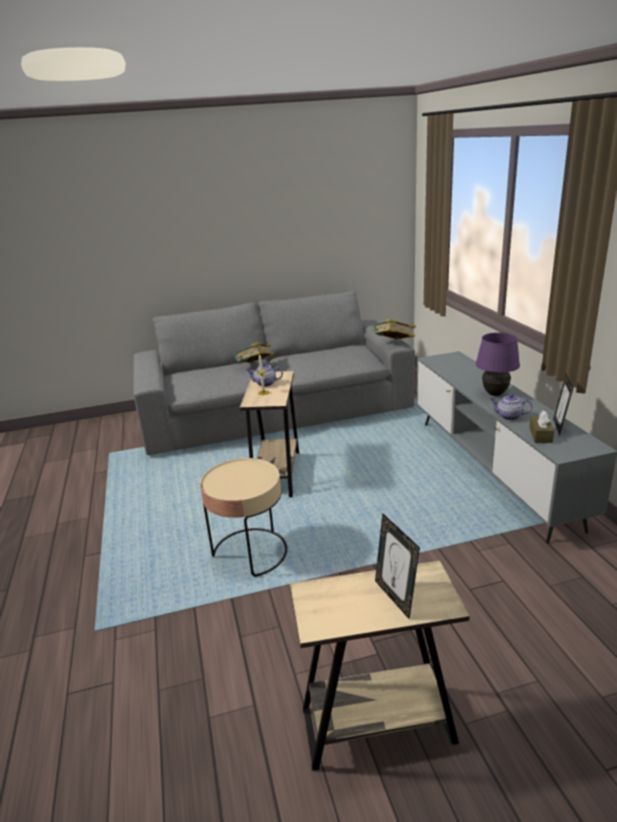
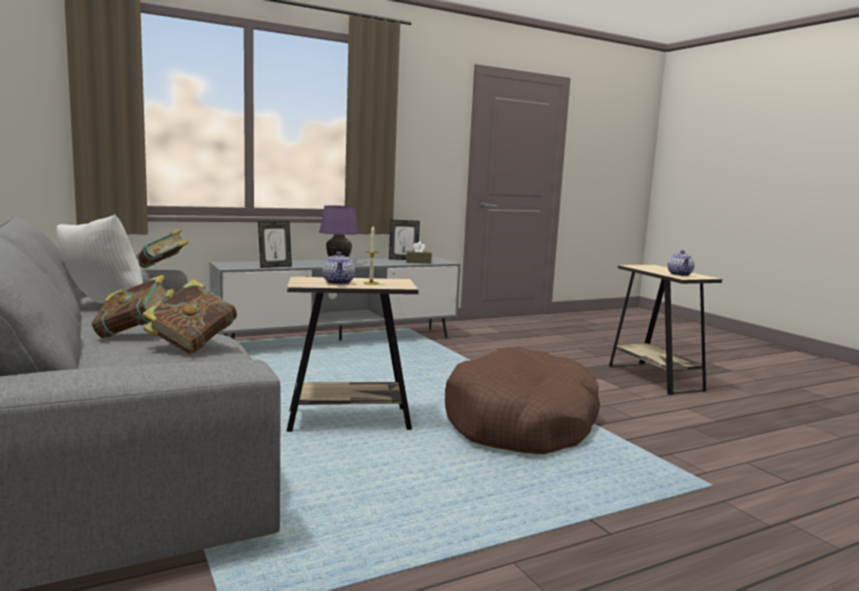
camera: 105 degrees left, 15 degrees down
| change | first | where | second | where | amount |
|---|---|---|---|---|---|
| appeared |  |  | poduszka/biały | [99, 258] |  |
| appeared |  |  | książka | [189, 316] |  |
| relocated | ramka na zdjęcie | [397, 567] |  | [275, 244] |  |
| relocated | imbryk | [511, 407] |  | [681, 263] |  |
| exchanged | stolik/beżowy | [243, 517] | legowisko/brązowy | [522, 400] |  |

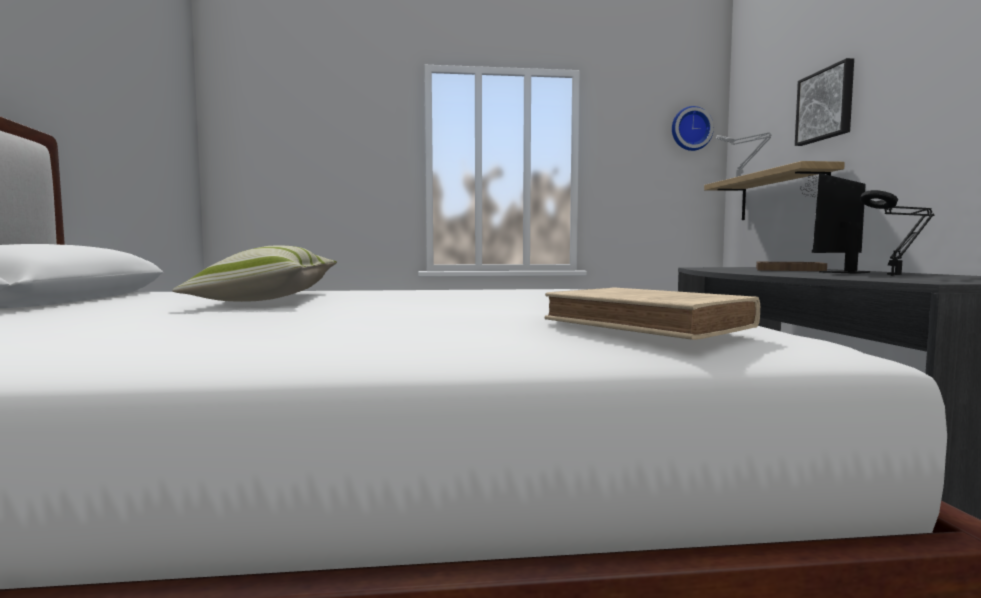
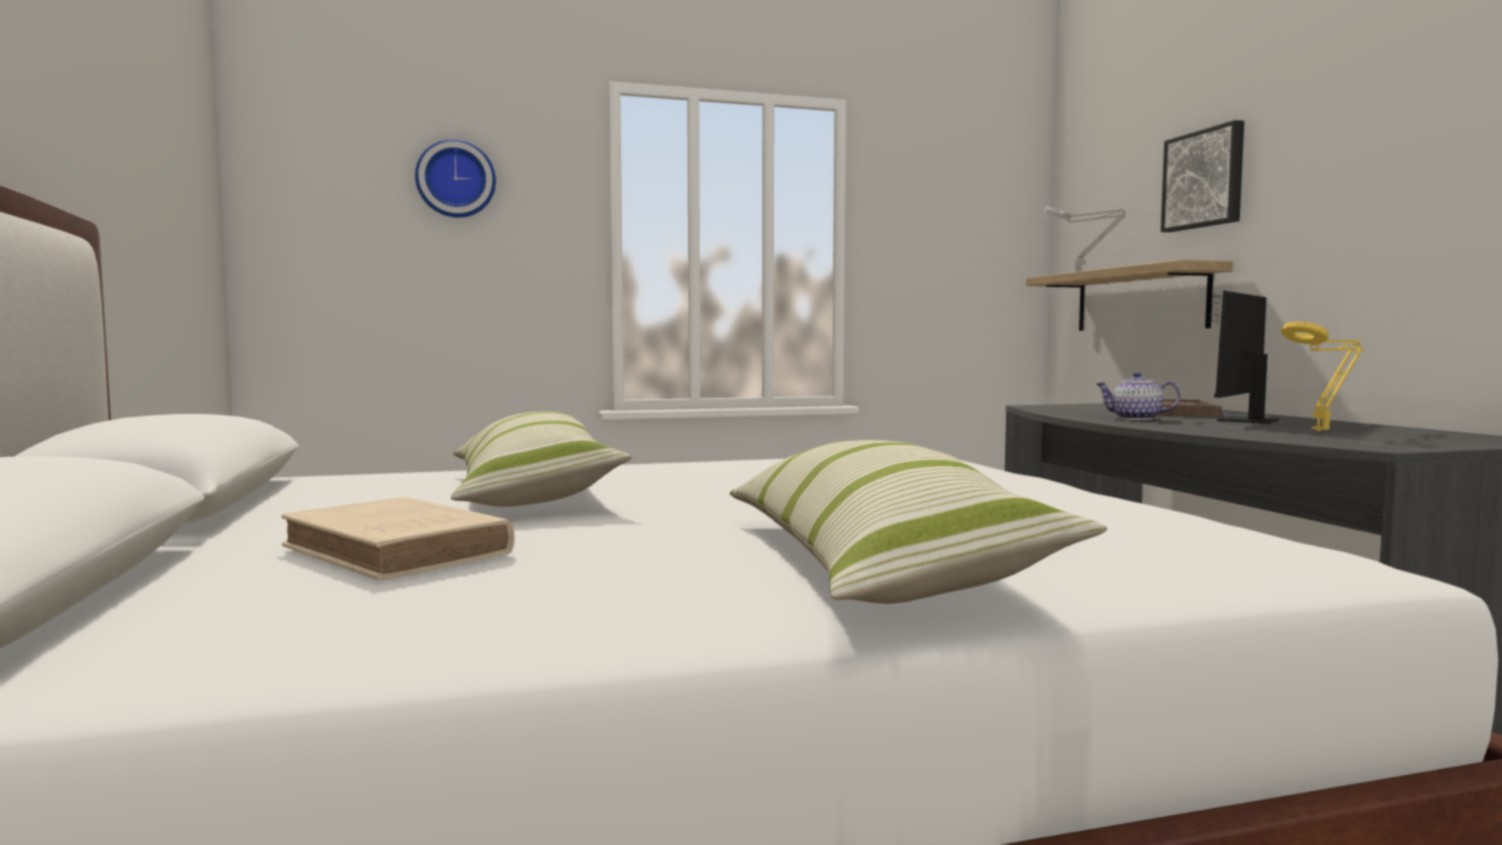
camera: 10 degrees left, 0 degrees up
| change | first | where | second | where | amount |
|---|---|---|---|---|---|
| appeared |  |  | poduszka | [918, 522] |  |
| appeared |  |  | imbryk | [1138, 396] |  |
| relocated | książka/beżowy | [652, 313] |  | [397, 538] |  |
| relocated | zegar ścienny | [693, 128] |  | [455, 178] |  |
| colour | lampa stołowa/czarny | [897, 233] | lampa stołowa/żółty | [1322, 376] |  |

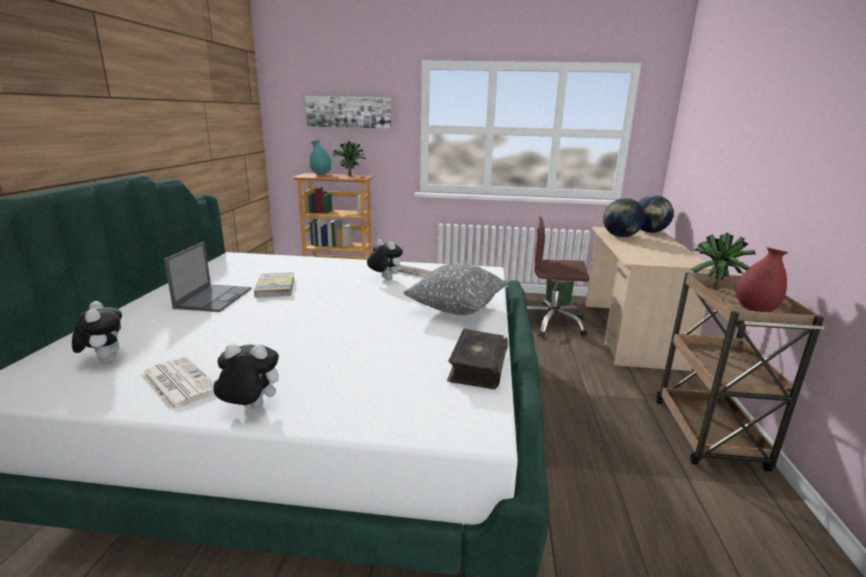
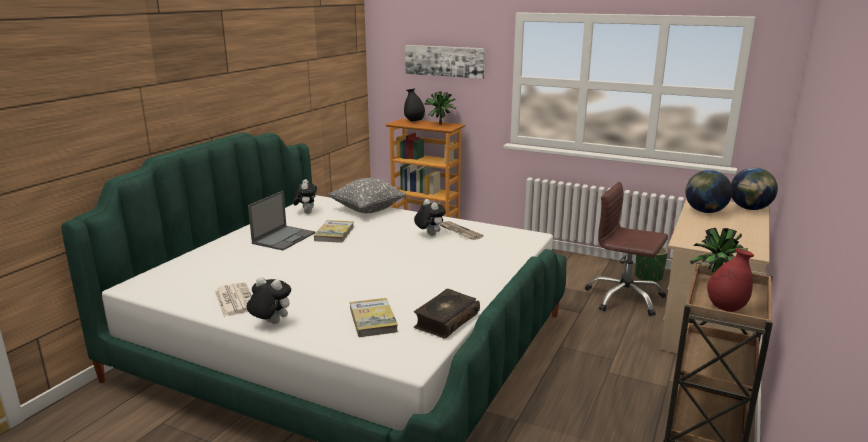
camera: 20 degrees right, 0 degrees up
| change | first | where | second | where | amount |
|---|---|---|---|---|---|
| appeared |  |  | książka | [374, 317] |  |
| relocated | pluszak | [97, 332] |  | [305, 196] |  |
| relocated | poduszka/szary | [455, 289] |  | [367, 195] |  |
| colour | wazon/turkusowy | [320, 157] | wazon/czarny | [414, 105] |  |

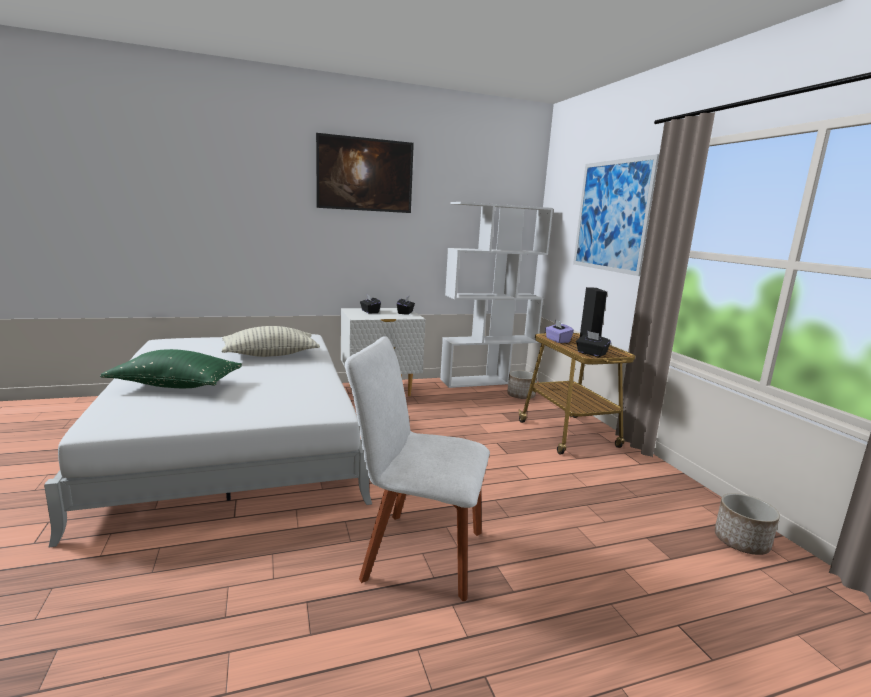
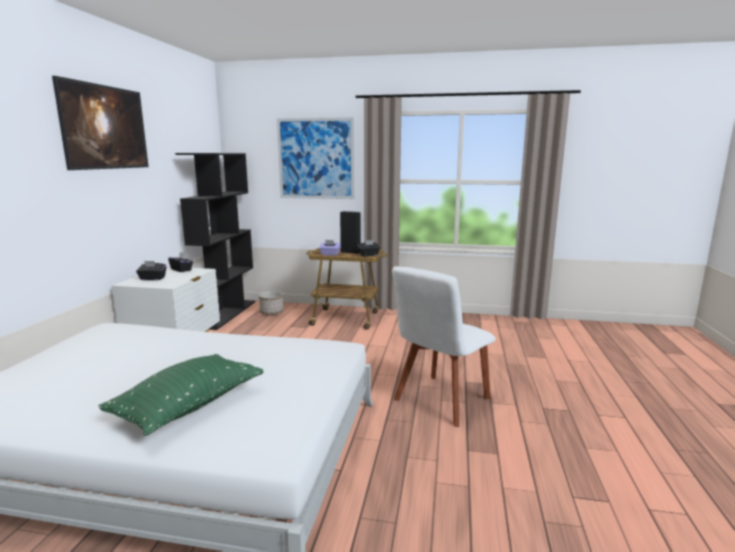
camera: 60 degrees left, 0 degrees up
| change | first | where | second | where | amount |
|---|---|---|---|---|---|
| missing | poduszka | [270, 341] |  |  |  |
| missing | donica | [747, 524] |  |  |  |
| colour | regał/biały | [496, 295] | regał/czarny | [215, 241] |  |

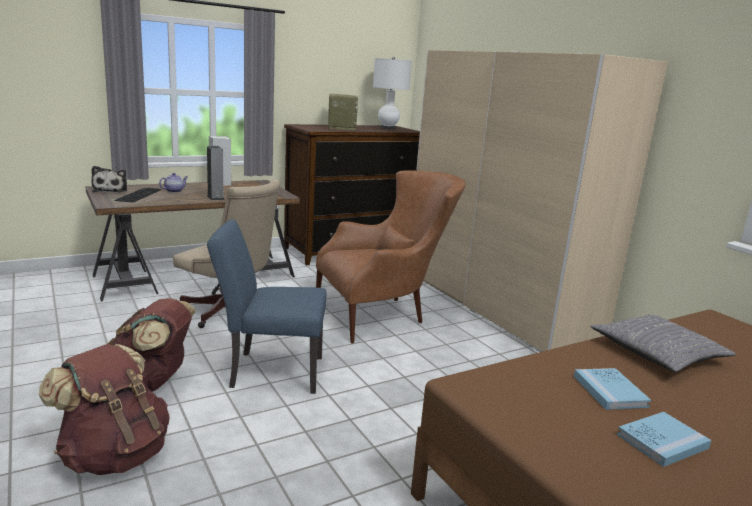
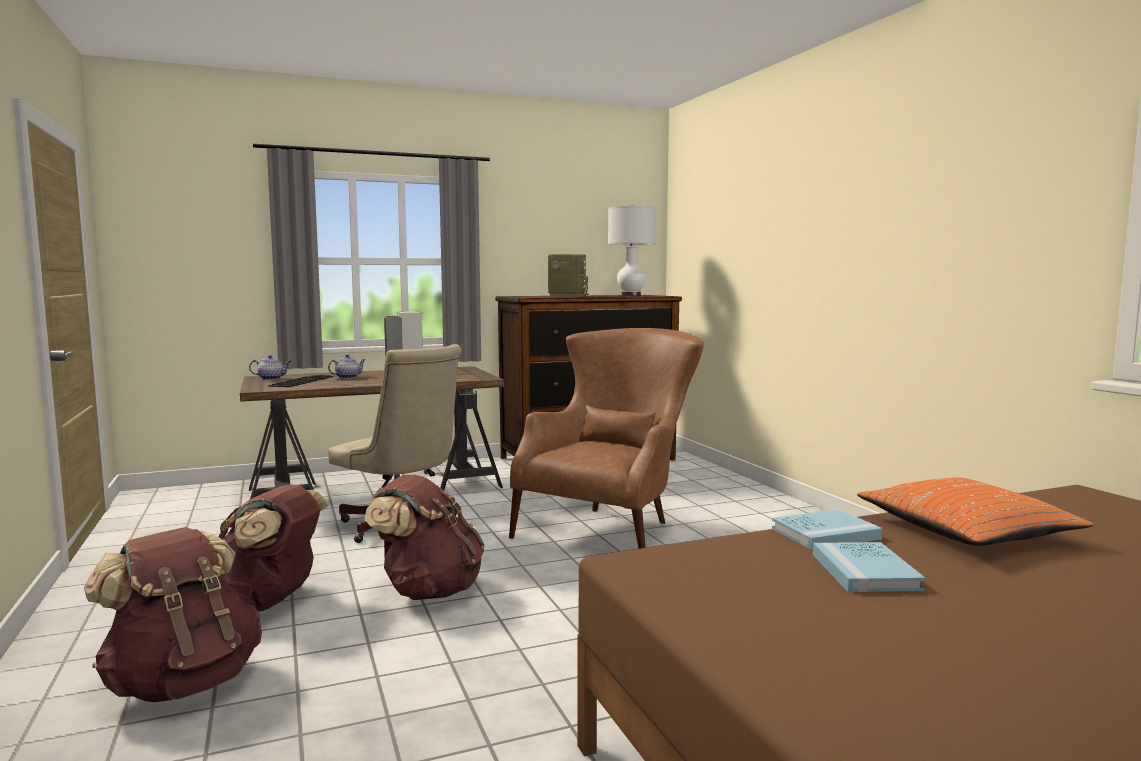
camera: 10 degrees right, 10 degrees down
| change | first | where | second | where | amount |
|---|---|---|---|---|---|
| missing | szafa/beżowy | [542, 201] |  |  |  |
| relocated | książka/niebieski | [664, 439] |  | [827, 530] |  |
| exchanged | pluszak | [109, 179] | imbryk | [270, 367] |  |
| exchanged | krzesło/niebieski | [266, 307] | plecak/brązowy | [425, 537] |  |
| colour | poduszka/szary | [663, 343] | poduszka/pomarańczowy | [975, 511] |  |
| spun | fotel/brązowy | [391, 257] |  | [606, 438] | 45 degrees counterclockwise |

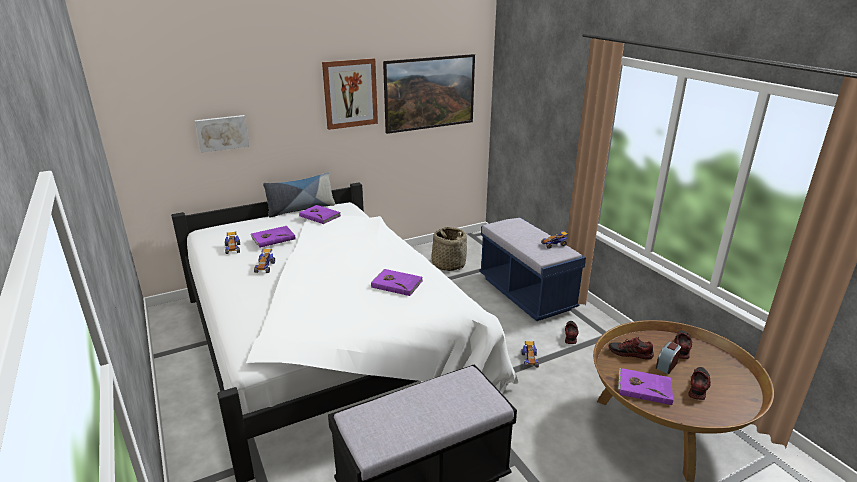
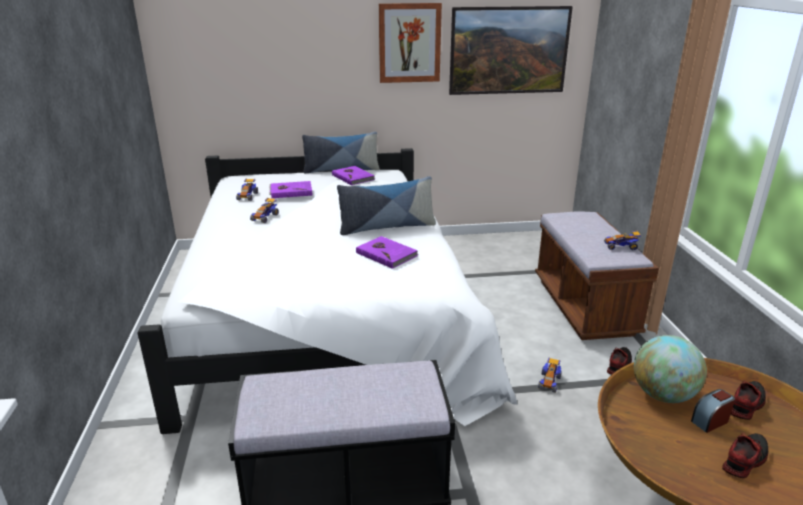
camera: 20 degrees right, 0 degrees up
| change | first | where | second | where | amount |
|---|---|---|---|---|---|
| missing | obraz | [222, 134] |  |  |  |
| missing | koszyk | [449, 249] |  |  |  |
| missing | książka/fioletowy | [645, 386] |  |  |  |
| appeared |  |  | poduszka | [386, 205] |  |
| exchanged | but | [631, 348] | globus | [670, 369] |  |
| colour | ławka/niebieski | [532, 269] | ławka/brązowy | [597, 275] |  |

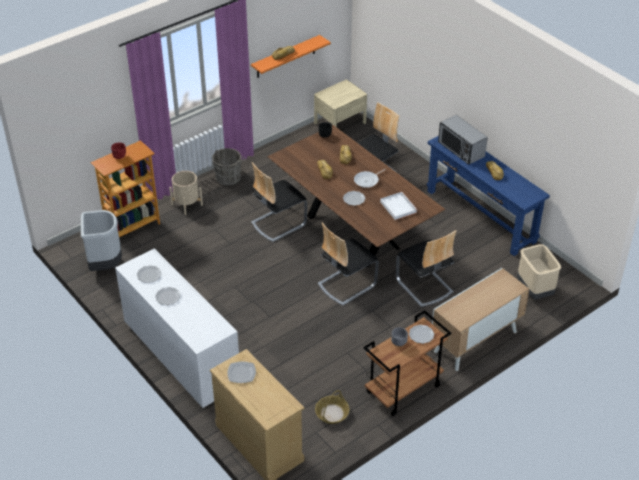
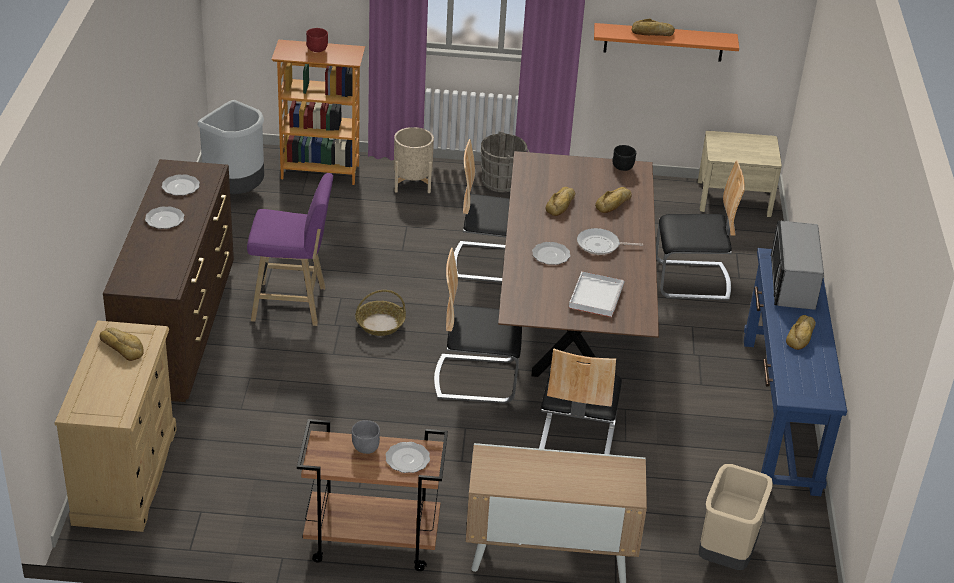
camera: 40 degrees right, 5 degrees down
| change | first | where | second | where | amount |
|---|---|---|---|---|---|
| appeared |  |  | stołek/fioletowy | [290, 249] |  |
| relocated | koszyk | [332, 407] |  | [380, 313] |  |
| exchanged | talerz | [241, 372] | chleb | [122, 344] |  |
| colour | komoda/biały | [177, 328] | komoda/brązowy | [168, 280] |  |

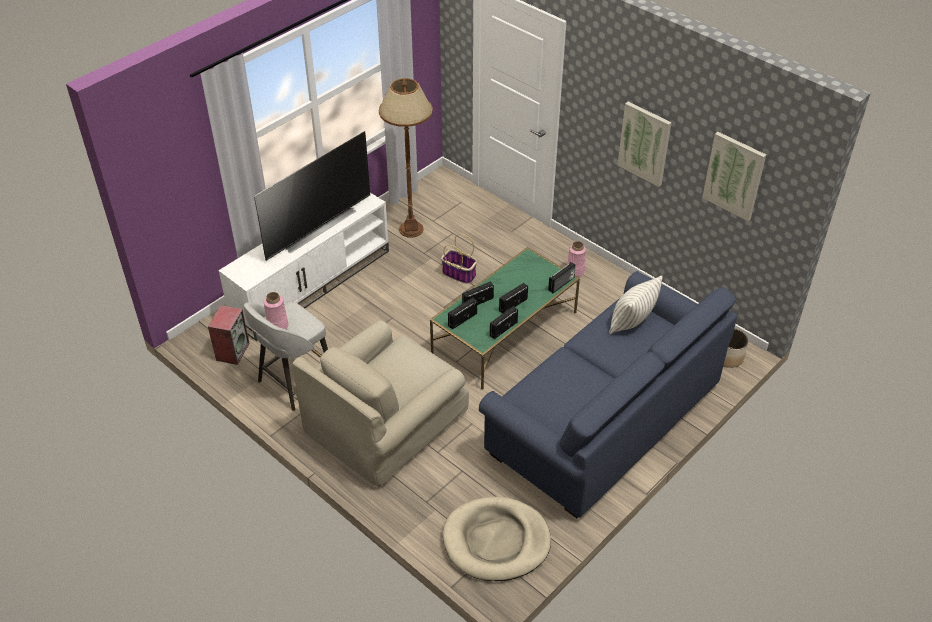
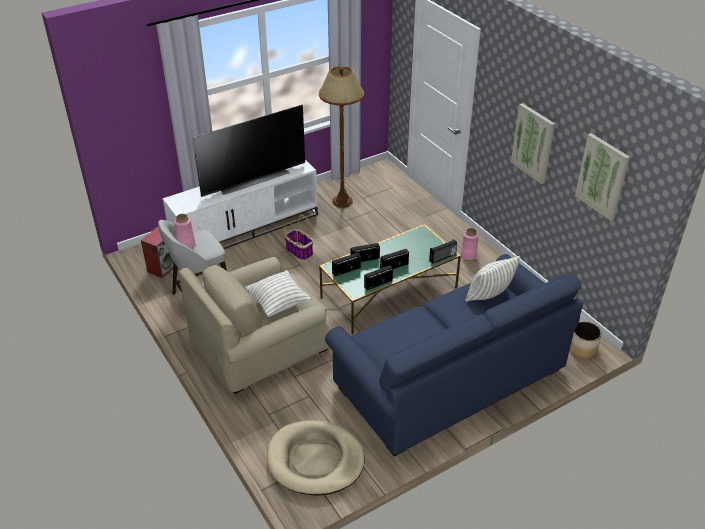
camera: 15 degrees right, 5 degrees down
| change | first | where | second | where | amount |
|---|---|---|---|---|---|
| appeared |  |  | poduszka | [278, 293] |  |
| relocated | koszyk | [459, 259] |  | [298, 238] |  |

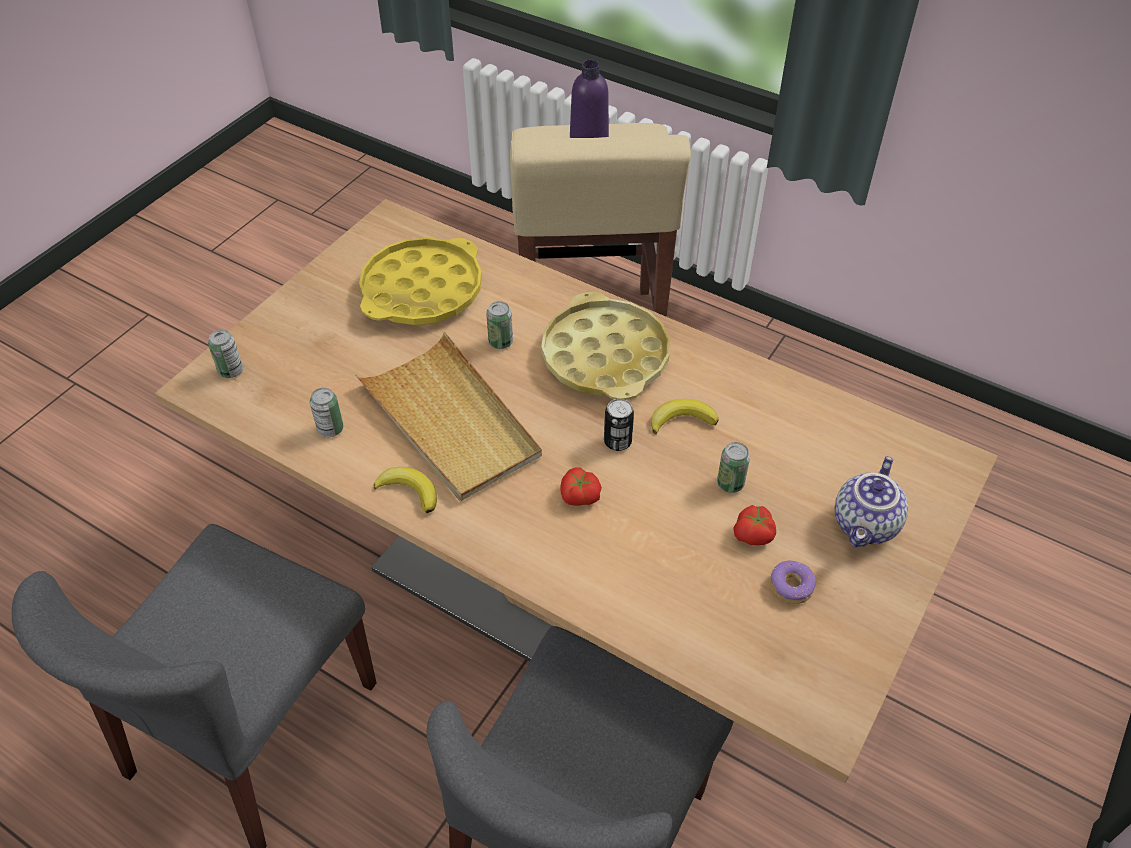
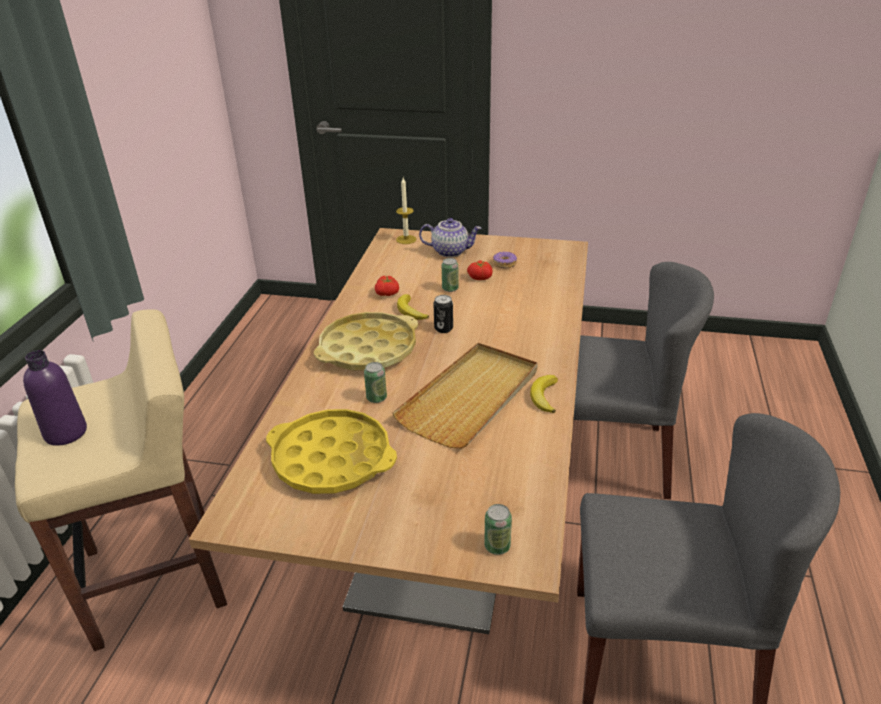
camera: 110 degrees left, 15 degrees down
| change | first | where | second | where | amount |
|---|---|---|---|---|---|
| missing | puszka | [326, 412] |  |  |  |
| appeared |  |  | świeca | [406, 211] |  |
| relocated | pomidor | [581, 486] |  | [387, 286] |  |

